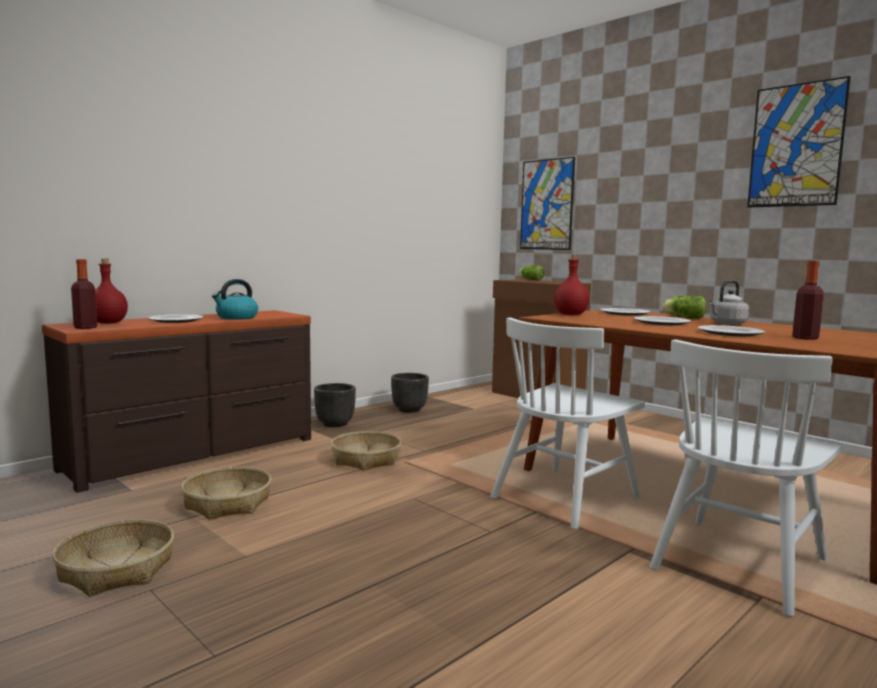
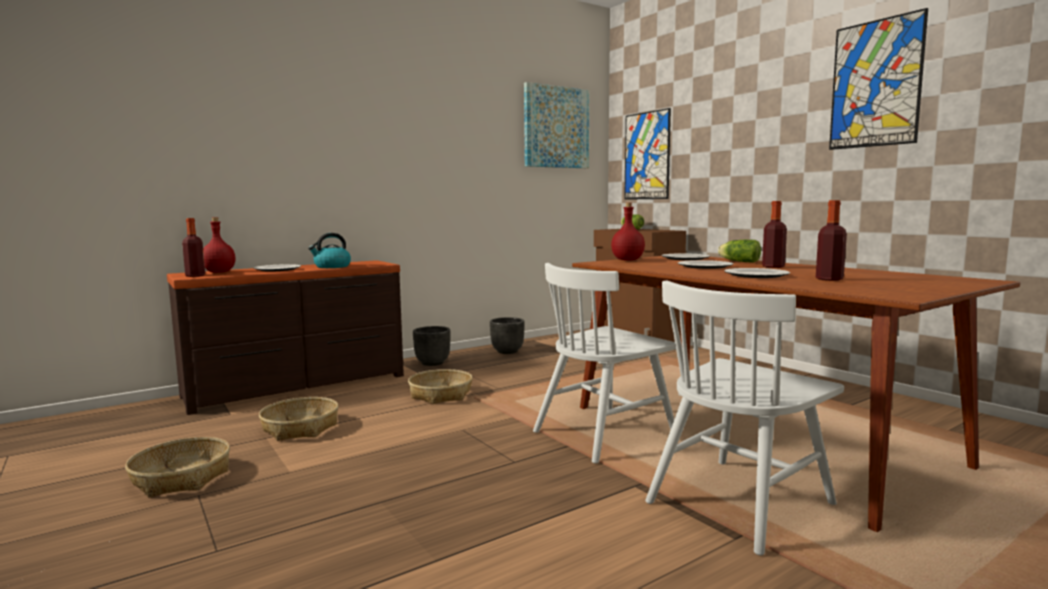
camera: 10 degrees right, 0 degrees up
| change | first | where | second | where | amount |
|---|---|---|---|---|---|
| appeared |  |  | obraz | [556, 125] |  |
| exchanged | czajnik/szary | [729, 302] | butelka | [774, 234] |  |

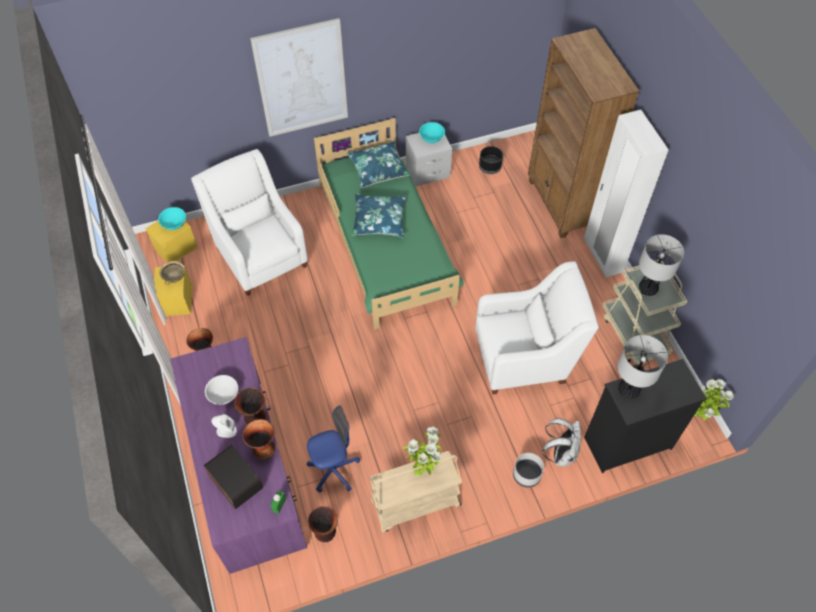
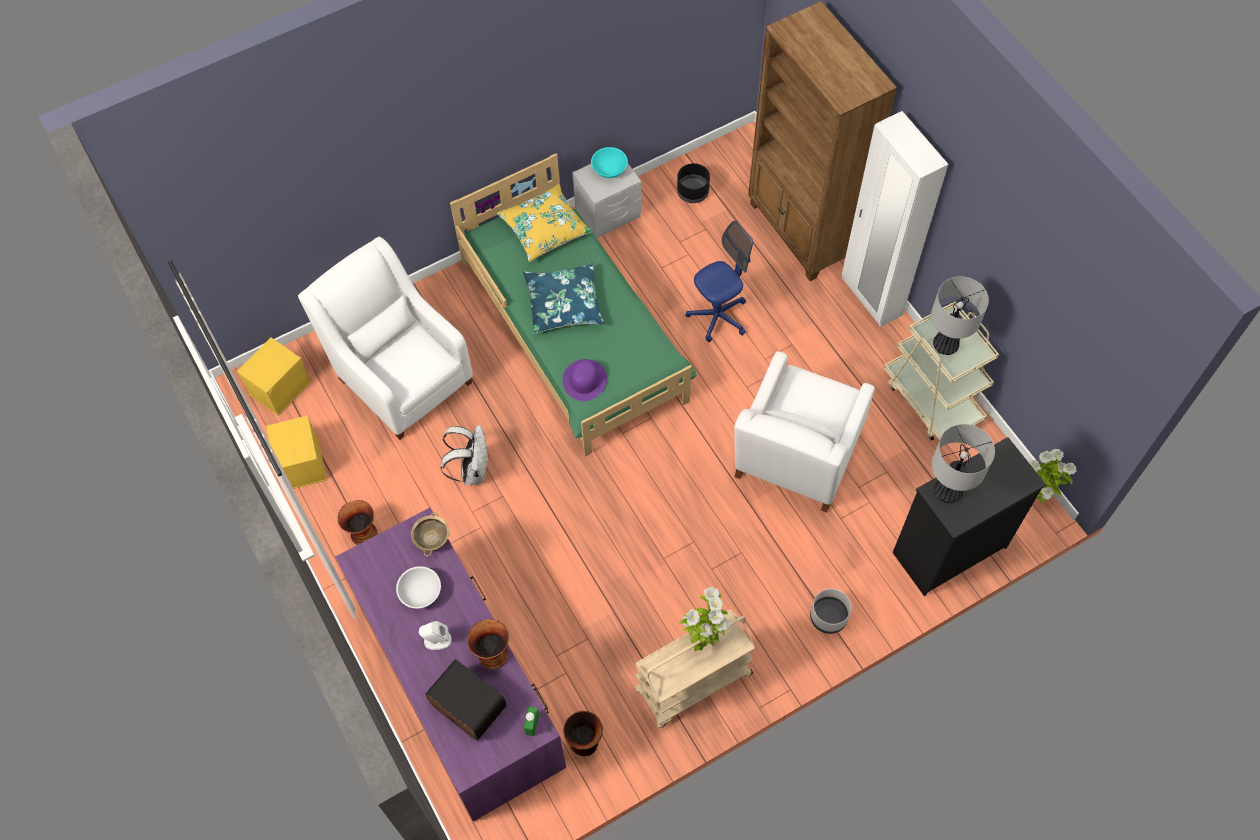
camera: 10 degrees left, 5 degrees up
| change | first | where | second | where | amount |
|---|---|---|---|---|---|
| missing | miska/turkusowy | [172, 218] |  |  |  |
| missing | wazon | [250, 406] |  |  |  |
| missing | obraz | [299, 77] |  |  |  |
| appeared |  |  | kapelusz/fioletowy | [585, 380] |  |
| relocated | miska/beżowy | [172, 272] |  | [430, 534] |  |
| relocated | krzesło biurowe/niebieski | [333, 448] |  | [719, 282] |  |
| relocated | plecak/biały | [561, 442] |  | [464, 455] |  |
| colour | poduszka/niebieski | [378, 164] | poduszka/żółty | [544, 223] |  |
| spun | fotel/biały | [537, 327] |  | [804, 432] | 135 degrees clockwise |

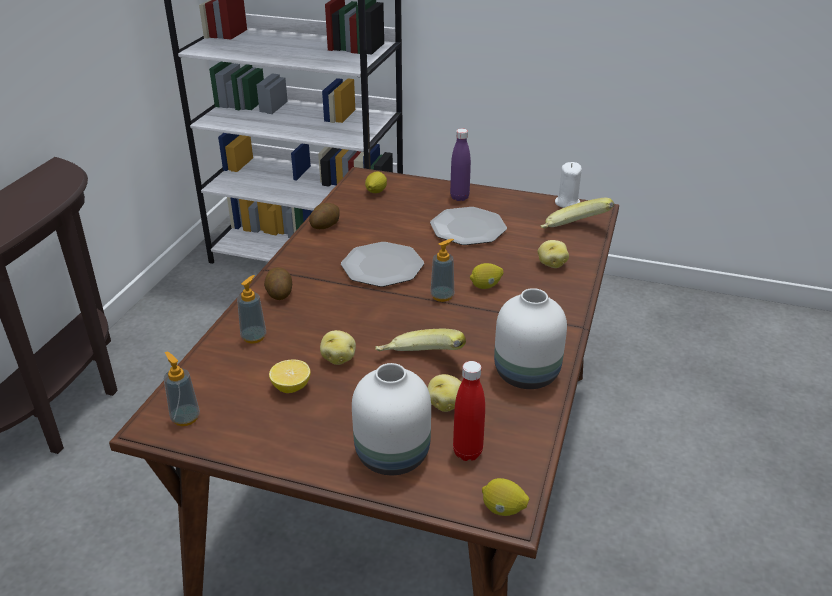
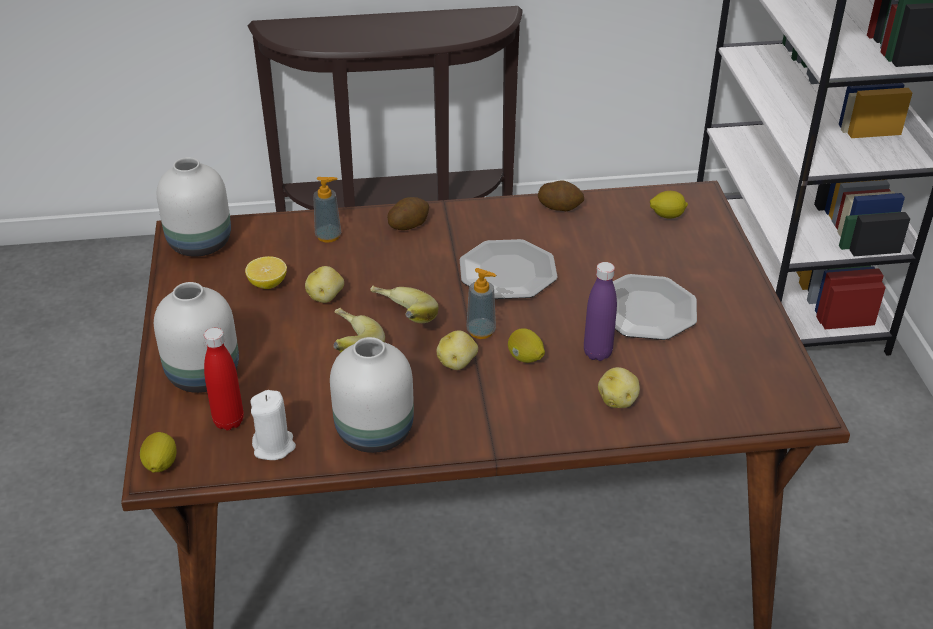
camera: 65 degrees right, 5 degrees up
| change | first | where | second | where | amount |
|---|---|---|---|---|---|
| relocated | ziemniak | [445, 393] |  | [457, 350] |  |
| relocated | butelka/fioletowy | [460, 165] |  | [600, 311] |  |
| relocated | banan | [577, 213] |  | [404, 304] |  |
| relocated | świeca/biały | [568, 185] |  | [273, 425] |  |
| exchanged | dozownik mydła | [182, 389] | wazon/biały | [194, 207] |  |

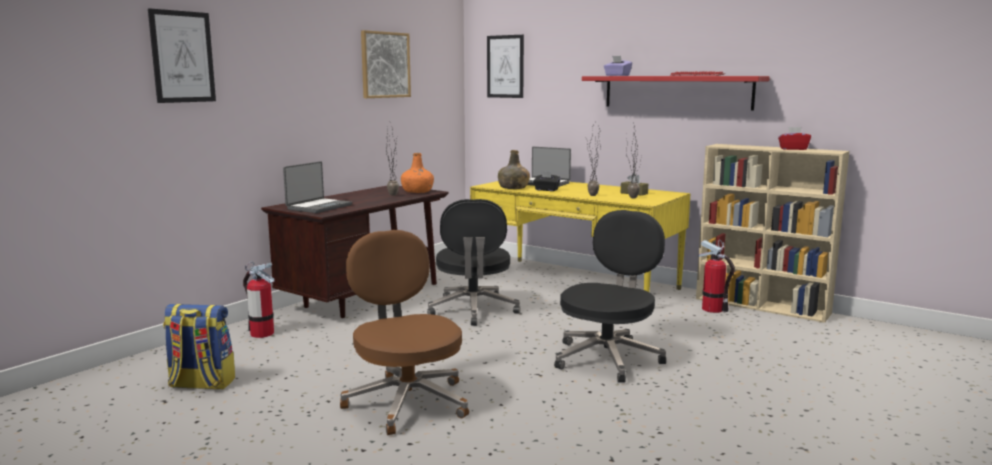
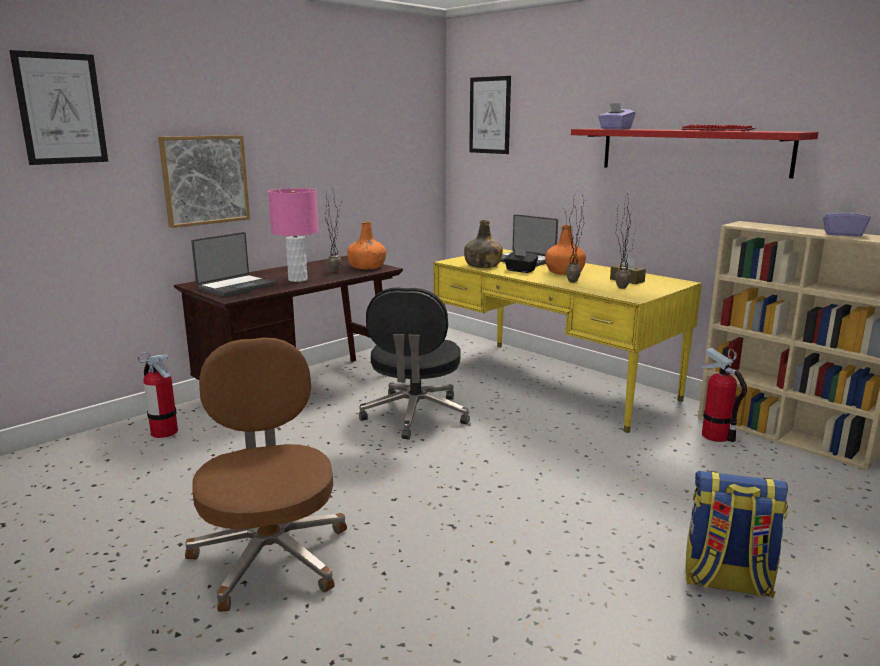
camera: 10 degrees right, 5 degrees up
| change | first | where | second | where | amount |
|---|---|---|---|---|---|
| missing | krzesło biurowe/czarny | [610, 296] |  |  |  |
| appeared |  |  | lampa stołowa/różowy | [293, 235] |  |
| appeared |  |  | butelka/pomarańczowy | [565, 250] |  |
| relocated | plecak | [199, 347] |  | [737, 534] |  |
| relocated | obraz | [386, 64] |  | [204, 181] |  |
| colour | pudełko chusteczek/czerwony | [794, 138] | pudełko chusteczek/fioletowy | [847, 220] |  |

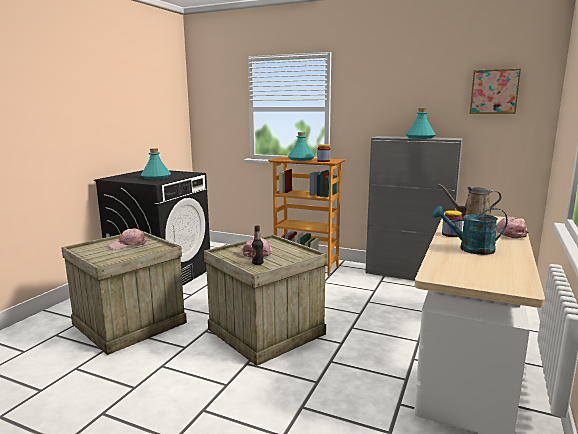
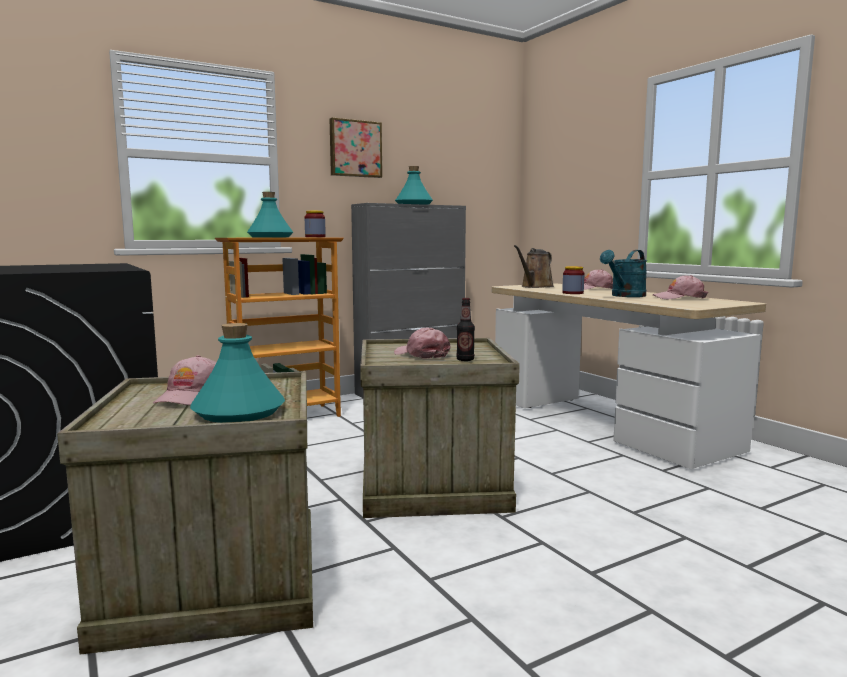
camera: 55 degrees left, 5 degrees down
| change | first | where | second | where | amount |
|---|---|---|---|---|---|
| appeared |  |  | czapka z daszkiem/różowy | [680, 287] |  |
| relocated | butelka/turkusowy | [156, 163] |  | [237, 373] |  |
| relocated | obraz | [495, 91] |  | [355, 147] |  |

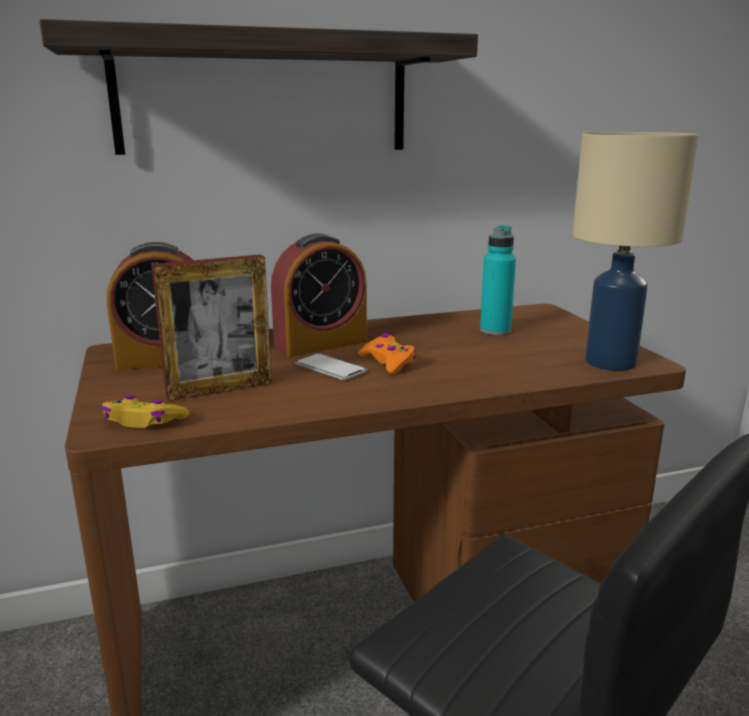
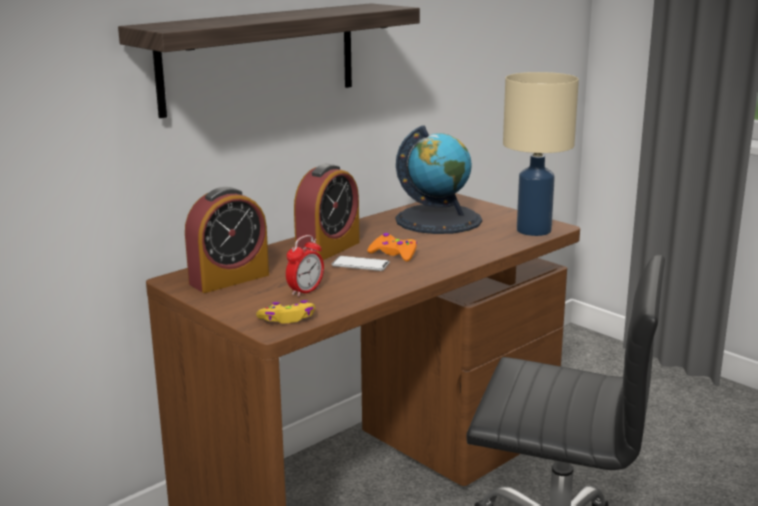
camera: 25 degrees left, 0 degrees up
| change | first | where | second | where | amount |
|---|---|---|---|---|---|
| exchanged | ramka na zdjęcie | [211, 327] | budzik | [305, 266] |  |
| exchanged | butelka/turkusowy | [498, 280] | globus | [439, 179] |  |

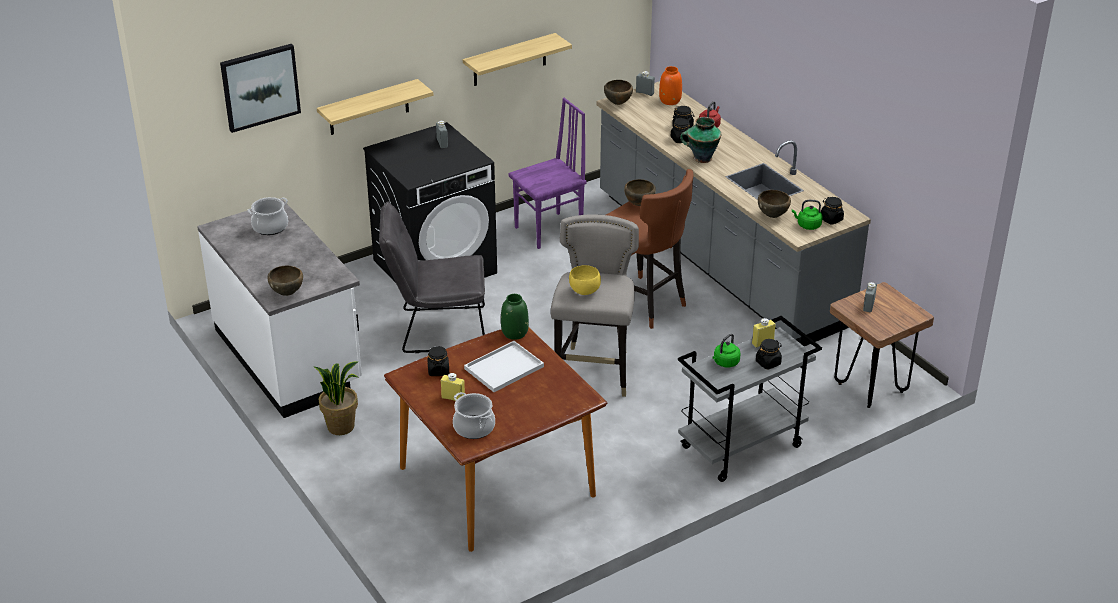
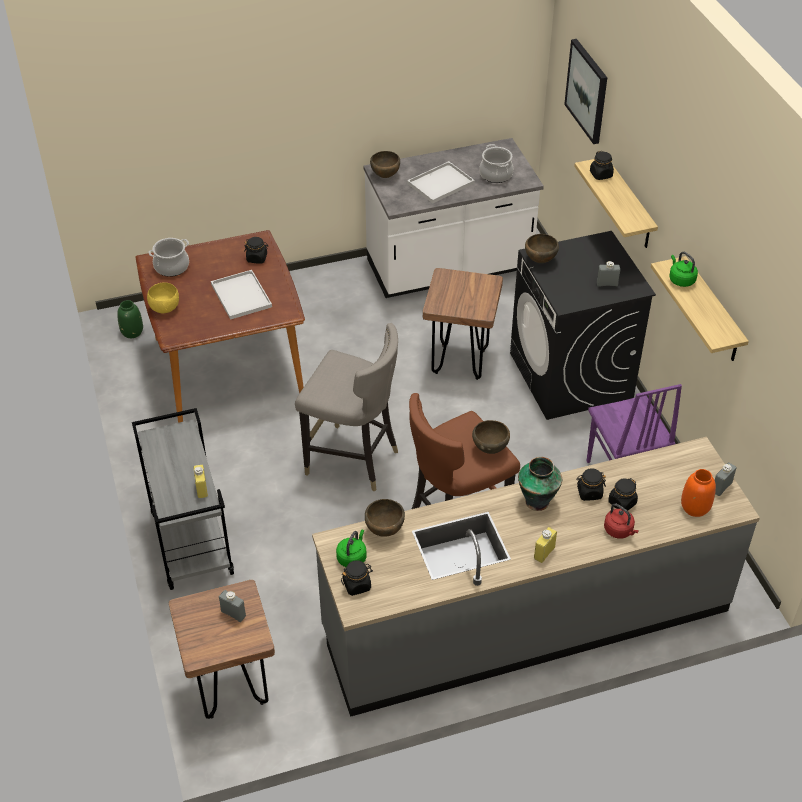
camera: 105 degrees right, 10 degrees up
| change | first | where | second | where | amount |
|---|---|---|---|---|---|
| missing | roślina doniczkowa | [336, 398] |  |  |  |
| appeared |  |  | taca/biały | [441, 182] |  |
| relocated | butelka/żółty | [453, 387] |  | [545, 545] |  |
| relocated | wazon/zielony | [515, 317] |  | [130, 319] |  |
| relocated | miska/żółty | [585, 280] |  | [163, 297] |  |
| relocated | miska/brązowy | [618, 92] |  | [542, 248] |  |
| relocated | czajnik/zielony | [726, 351] |  | [683, 269] |  |
| relocated | słoik/czarny | [769, 354] |  | [602, 165] |  |
| exchanged | krzesło/szary | [432, 277] | stołek/brązowy | [463, 324] |  |

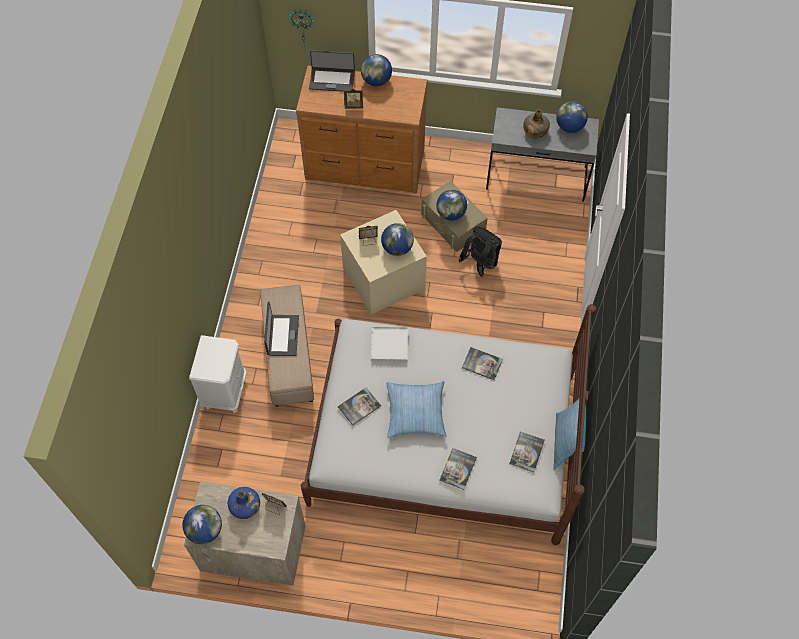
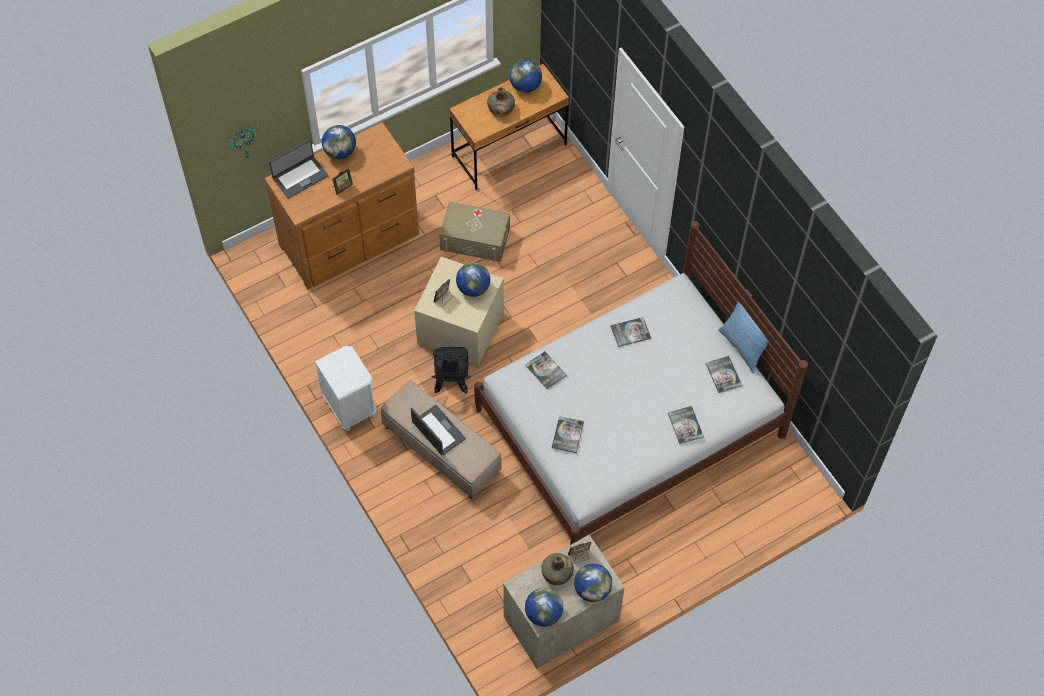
camera: 40 degrees left, 0 degrees up
| change | first | where | second | where | amount |
|---|---|---|---|---|---|
| missing | poduszka | [416, 409] |  |  |  |
| relocated | szafka nocna/biały | [218, 374] |  | [346, 388] |  |
| relocated | globus | [452, 205] |  | [593, 583] |  |
| relocated | plecak/czarny | [480, 252] |  | [451, 370] |  |
| exchanged | taca/biały | [389, 344] | książka | [546, 370] |  |
| colour | butelka/niebieski | [244, 503] | butelka/zielony | [557, 569] |  |
| colour | biurko/szary | [542, 154] | biurko/brązowy | [509, 127] |  |

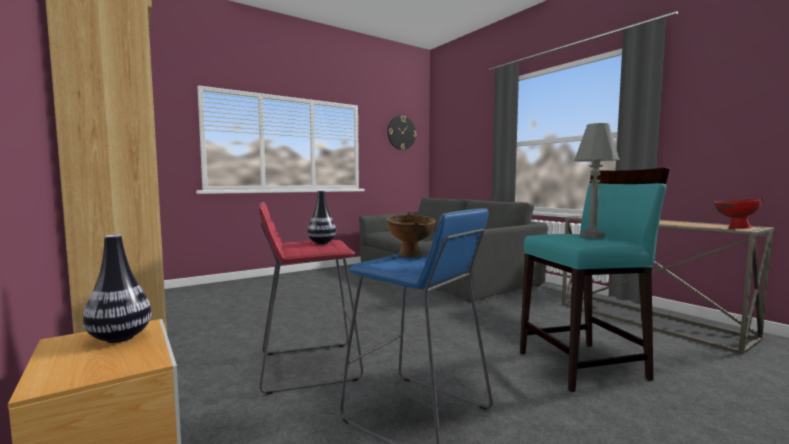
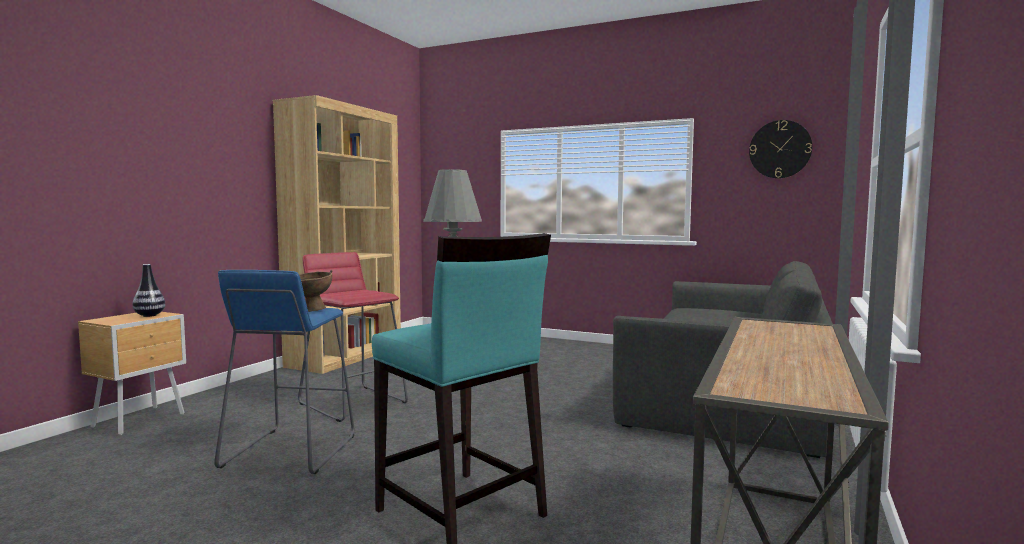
camera: 60 degrees right, 0 degrees up
| change | first | where | second | where | amount |
|---|---|---|---|---|---|
| missing | wazon | [322, 217] |  |  |  |
| missing | miska/czerwony | [738, 213] |  |  |  |

